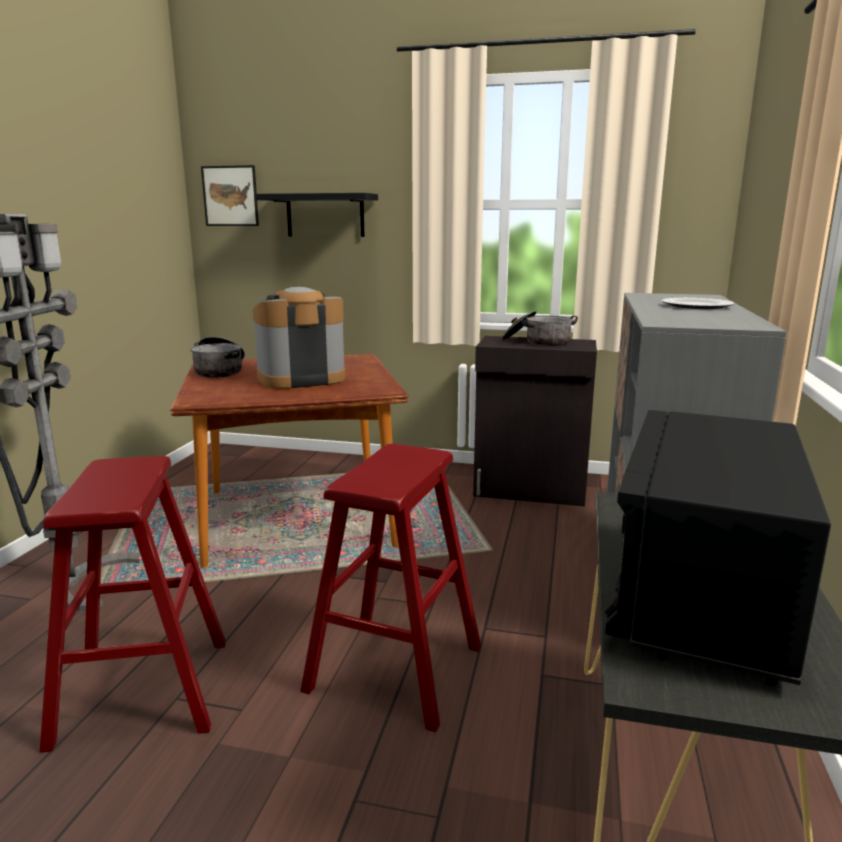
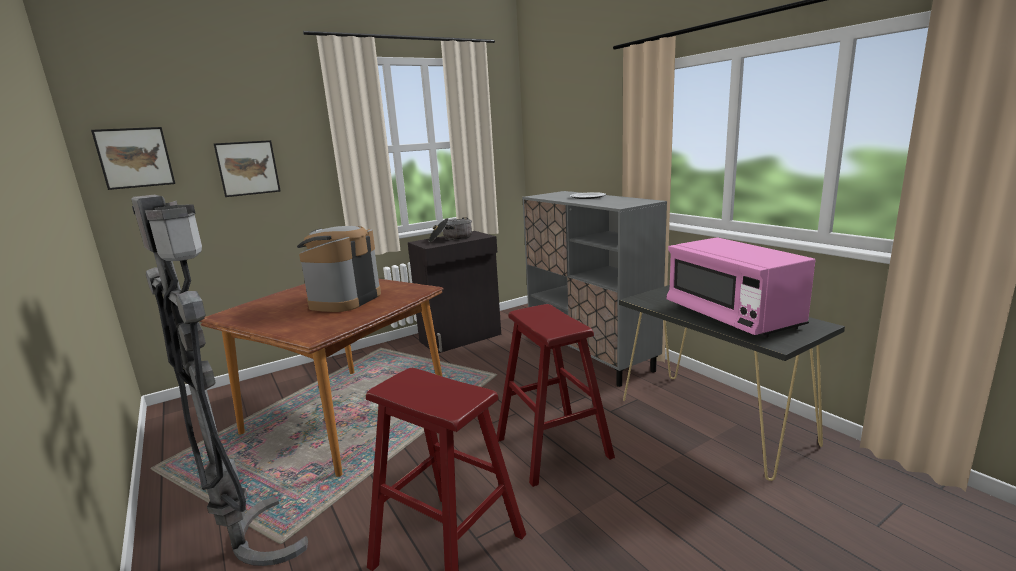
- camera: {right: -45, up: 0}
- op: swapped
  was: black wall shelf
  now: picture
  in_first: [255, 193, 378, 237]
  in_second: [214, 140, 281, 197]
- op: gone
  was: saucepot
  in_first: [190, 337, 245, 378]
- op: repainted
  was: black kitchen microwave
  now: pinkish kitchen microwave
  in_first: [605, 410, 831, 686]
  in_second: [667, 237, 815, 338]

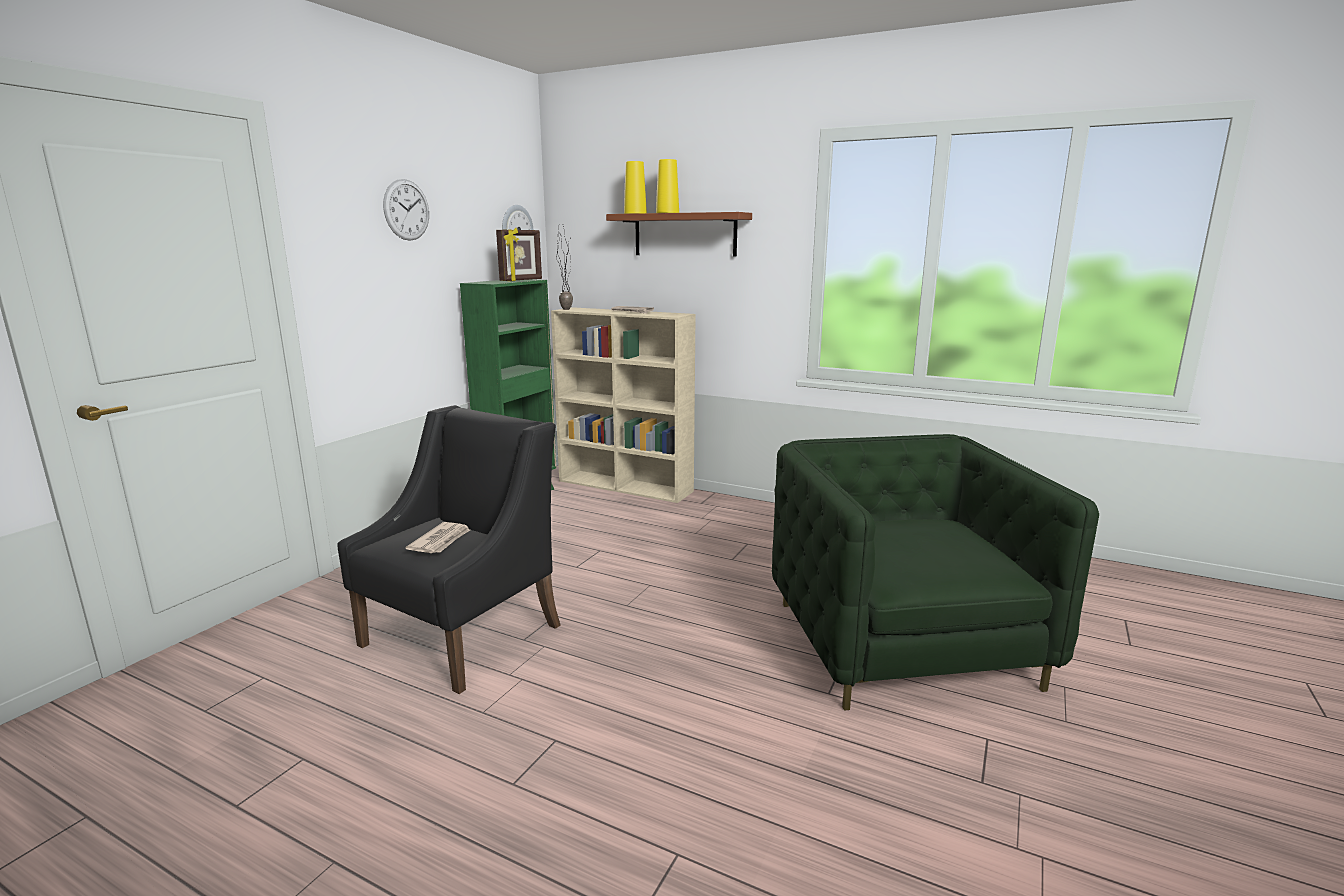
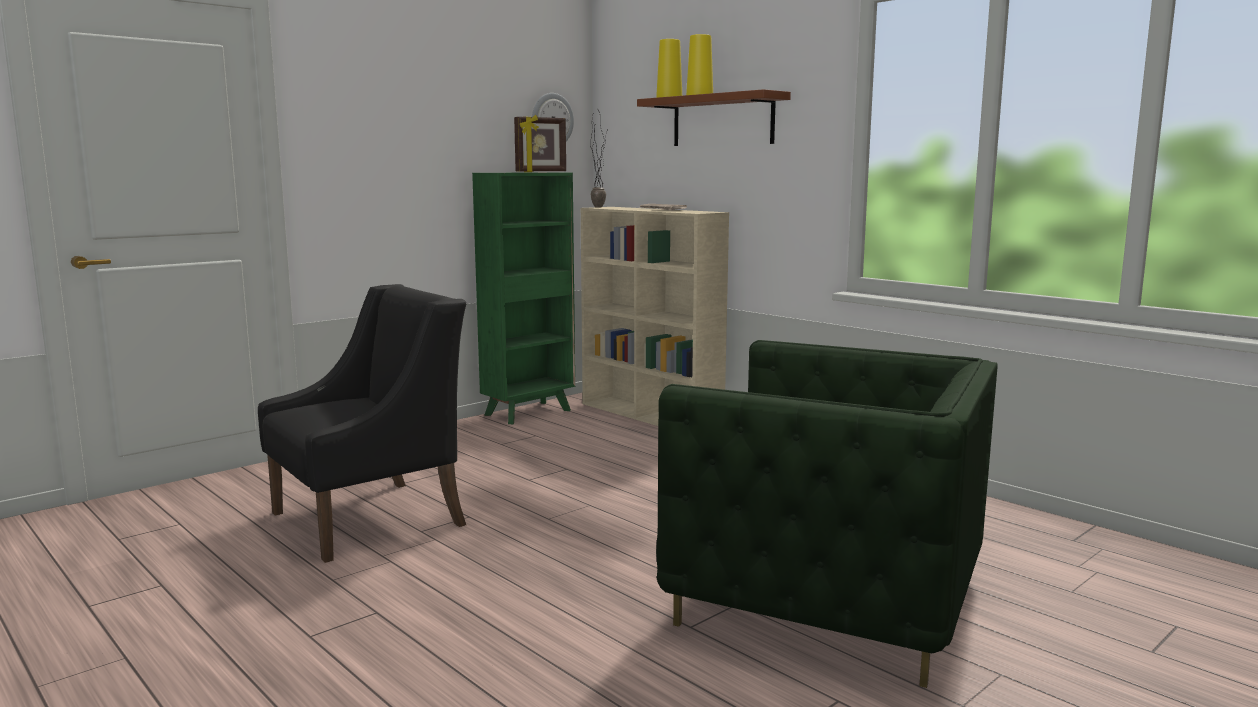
- camera: {right: 20, up: -5}
- op: gone
  was: wall clock
  in_first: [383, 179, 429, 241]
- op: rotated
  was: greenish lounge chair
  in_first: [772, 434, 1099, 711]
  in_second: [656, 340, 998, 688]
  clockwise: 105
- op: gone
  was: printed paper
  in_first: [406, 522, 470, 553]

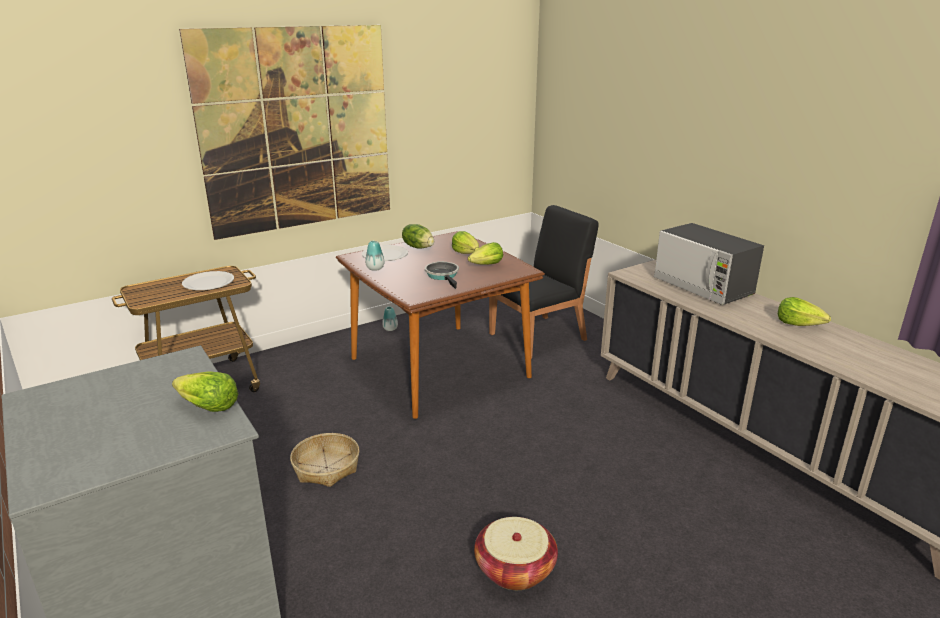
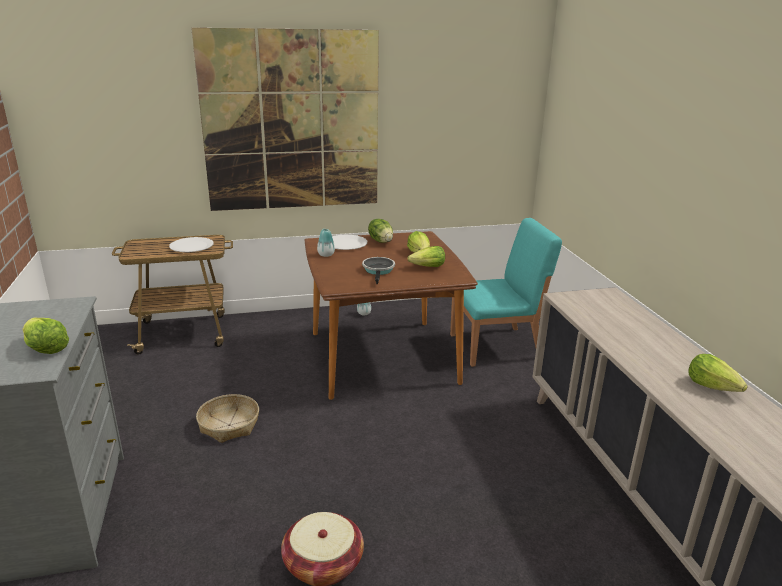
- camera: {right: 20, up: 0}
- op: repainted
  was: black chair
  now: turquoise chair
  in_first: [489, 205, 599, 359]
  in_second: [450, 218, 562, 367]
- op: gone
  was: kitchen microwave
  in_first: [654, 223, 764, 305]

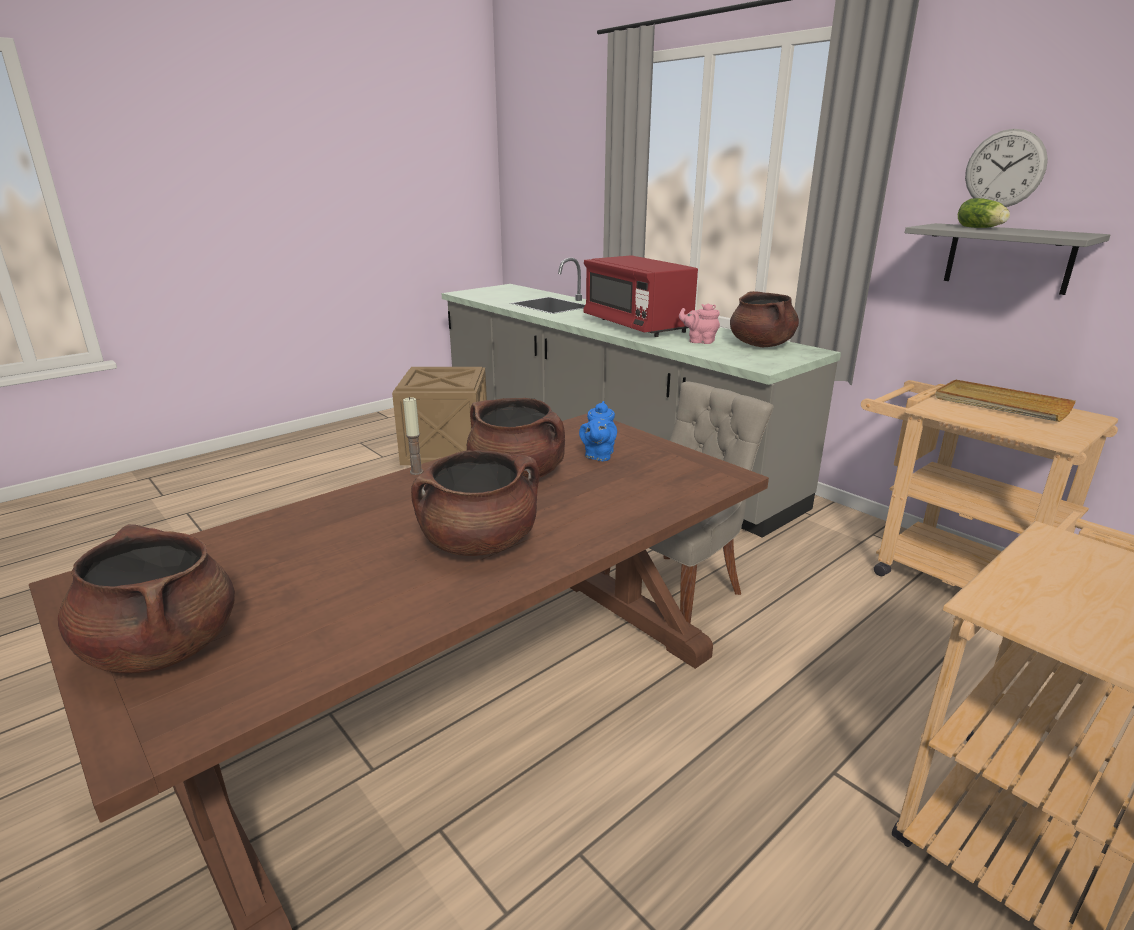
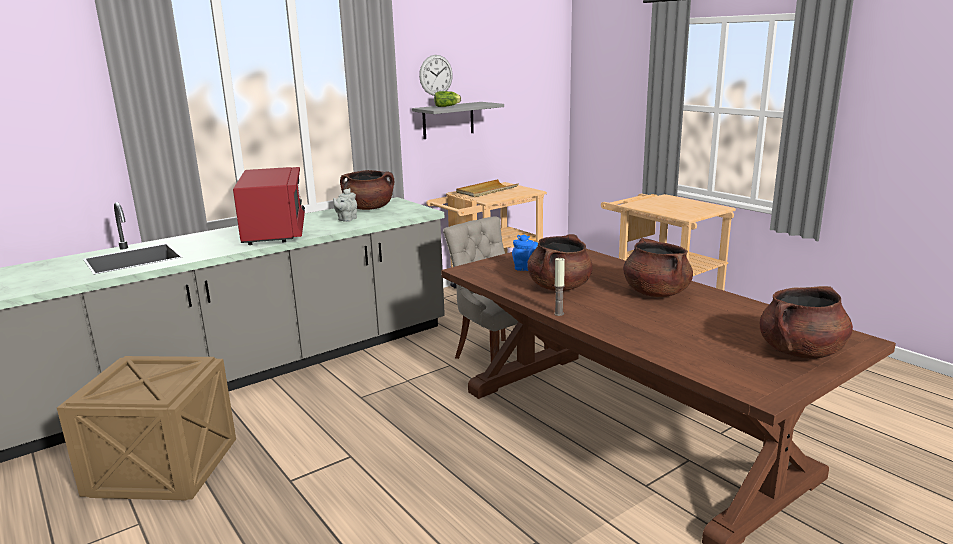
- camera: {right: -85, up: -5}
- op: rotated
  was: reddish kitchen microwave
  in_first: [583, 255, 698, 337]
  in_second: [233, 167, 305, 245]
  clockwise: -75
- op: repainted
  was: pinkish pot for tea
  now: greyish pot for tea
  in_first: [679, 303, 720, 344]
  in_second: [333, 188, 357, 222]

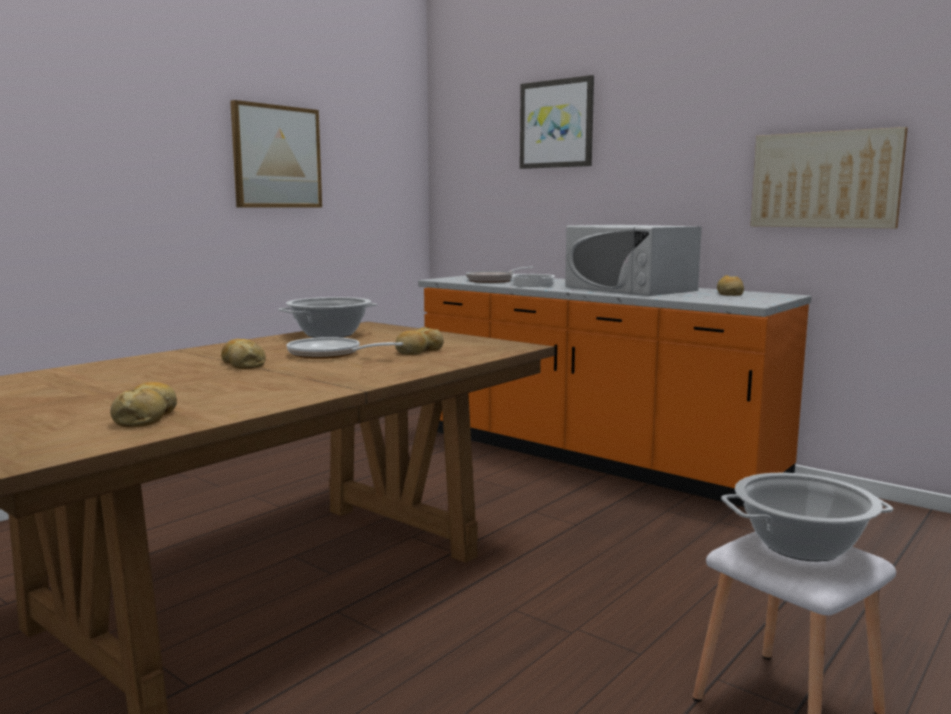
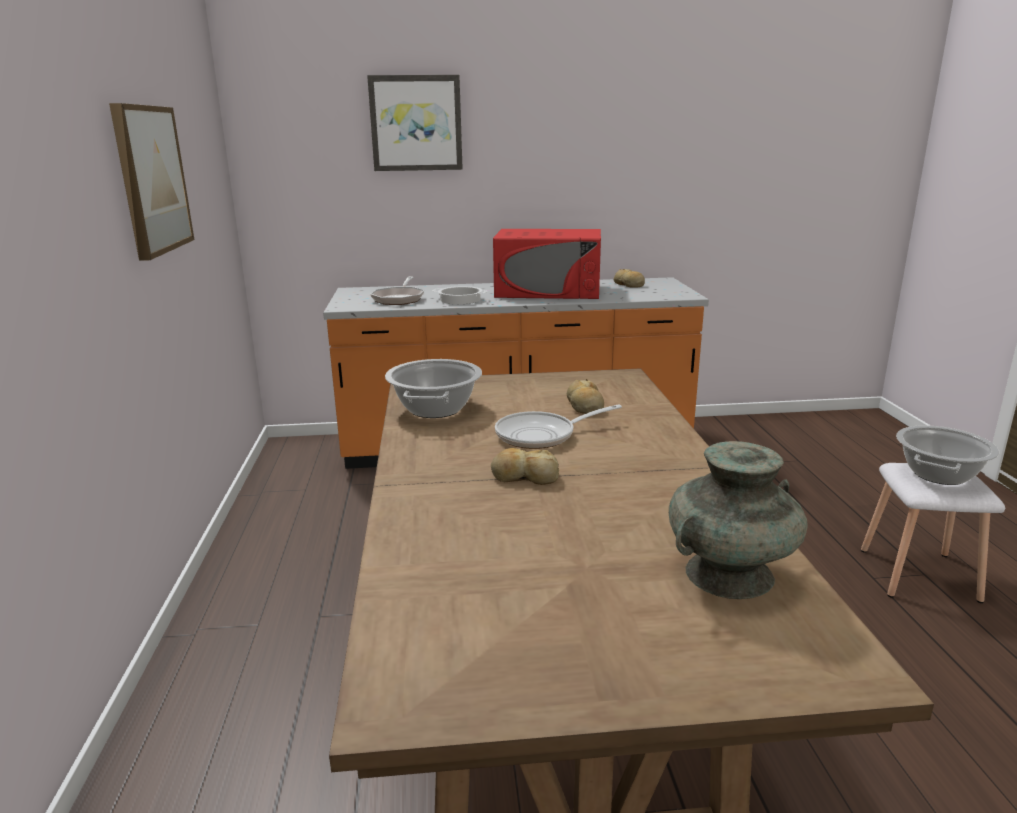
- camera: {right: -45, up: 10}
- op: gone
  was: picture
  in_first: [750, 127, 908, 228]
- op: repainted
  was: white-coloured kitchen microwave
  now: reddish kitchen microwave
  in_first: [565, 225, 702, 296]
  in_second: [493, 229, 601, 299]
- op: swapped
  was: bread
  now: turquoise flower vase
  in_first: [110, 382, 177, 427]
  in_second: [669, 441, 808, 599]

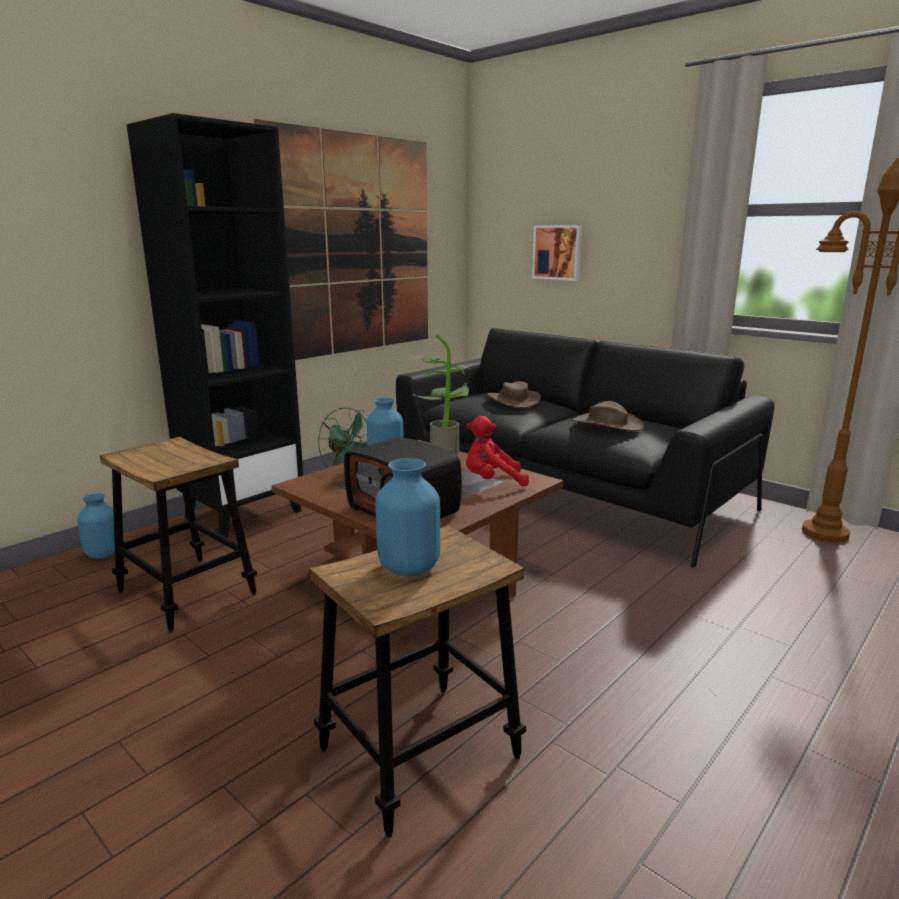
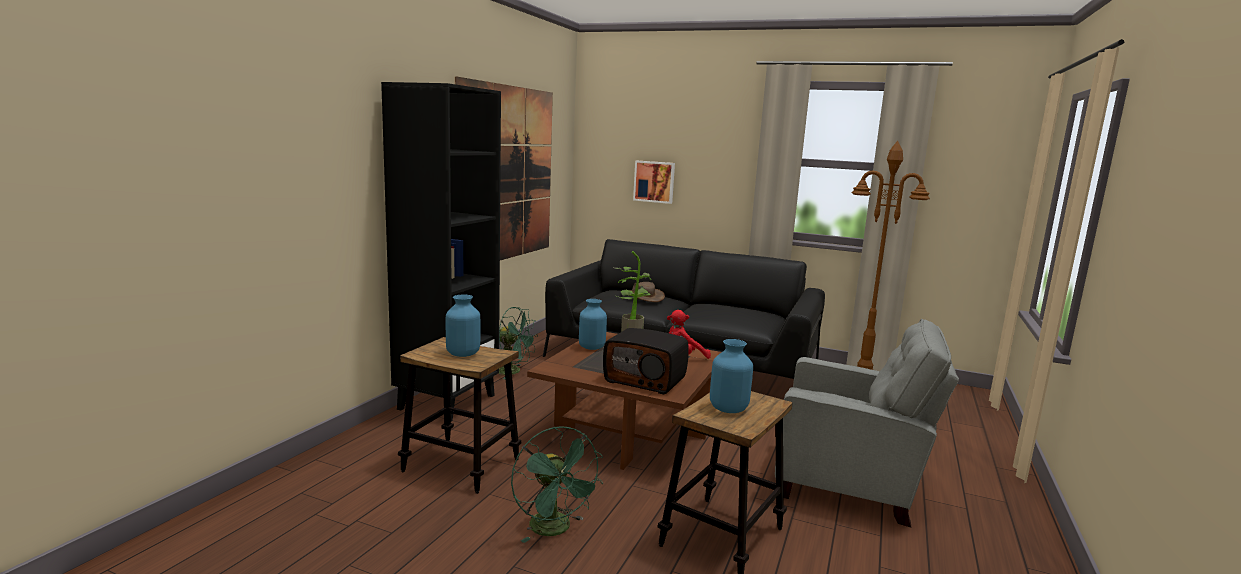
- camera: {right: -20, up: -5}
- op: gone
  was: brown clothing hat
  in_first: [572, 401, 644, 431]
- op: shifted
  was: blue flower vase
  in_first: [77, 493, 115, 559]
  in_second: [446, 294, 480, 357]
- op: new
  now: greyish lounge chair
  in_second: [775, 319, 959, 528]
- op: new
  now: greenish cooling fan
  in_second: [511, 426, 603, 543]

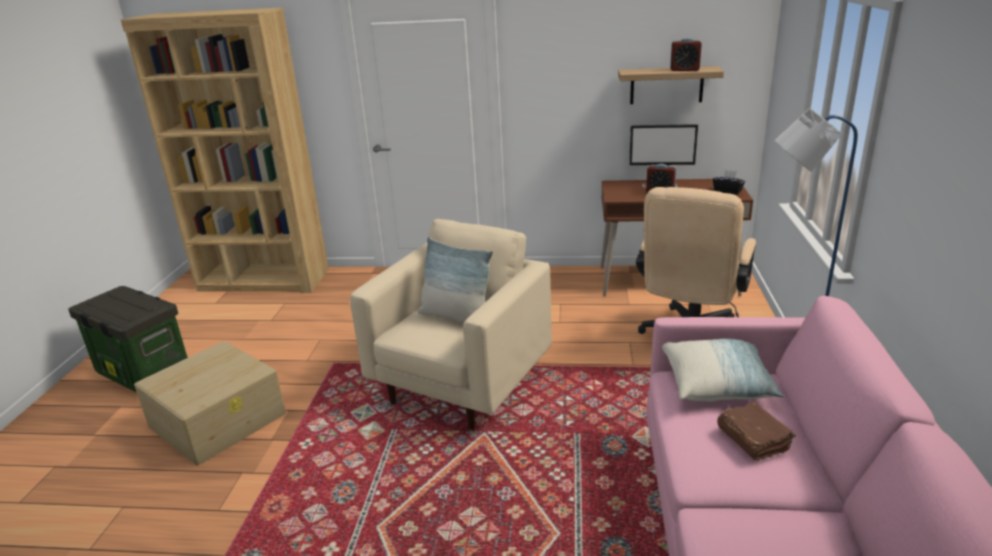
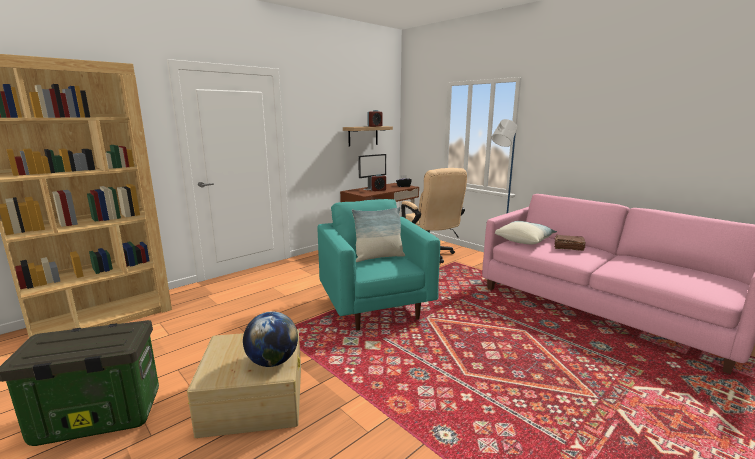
- camera: {right: -50, up: -10}
- op: repainted
  was: beige-coloured lounge chair
  now: turquoise lounge chair
  in_first: [350, 219, 552, 430]
  in_second: [317, 199, 440, 331]
- op: new
  now: desk globe
  in_second: [243, 311, 298, 367]

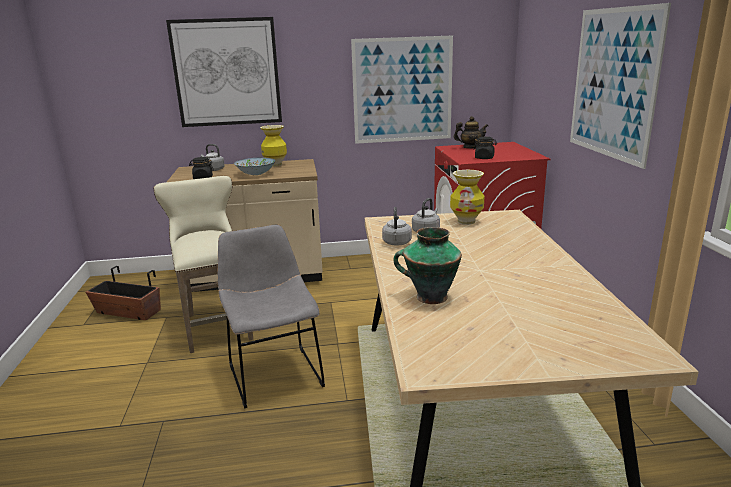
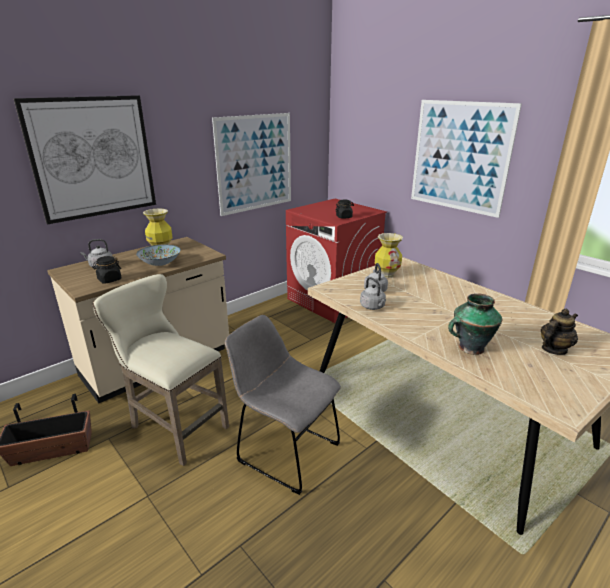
- camera: {right: -35, up: 5}
- op: shifted
  was: pot for tea
  in_first: [454, 116, 488, 148]
  in_second: [541, 309, 578, 355]

